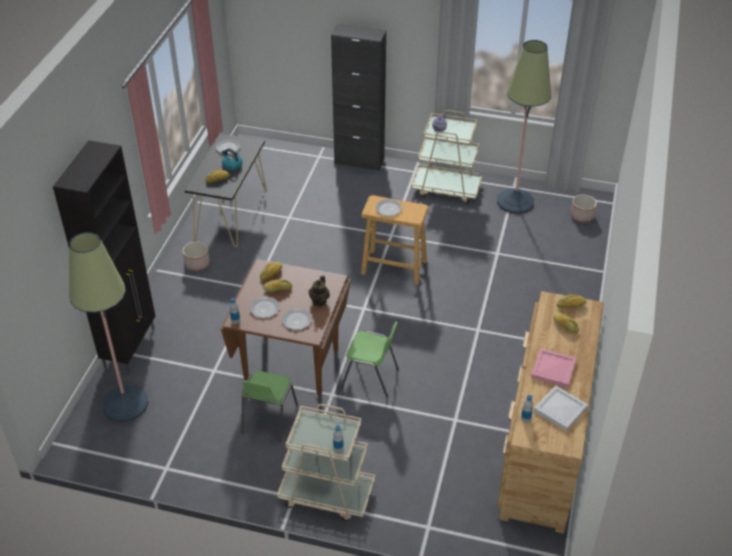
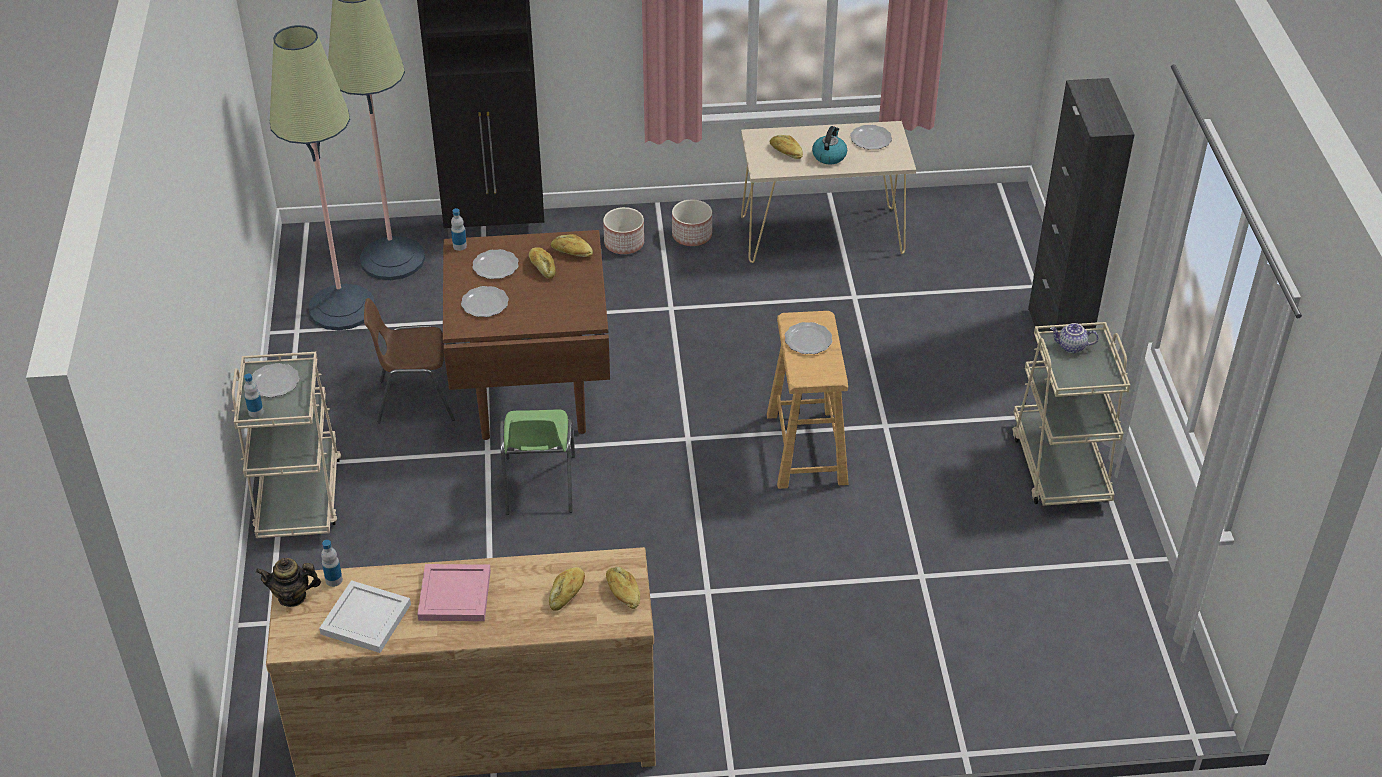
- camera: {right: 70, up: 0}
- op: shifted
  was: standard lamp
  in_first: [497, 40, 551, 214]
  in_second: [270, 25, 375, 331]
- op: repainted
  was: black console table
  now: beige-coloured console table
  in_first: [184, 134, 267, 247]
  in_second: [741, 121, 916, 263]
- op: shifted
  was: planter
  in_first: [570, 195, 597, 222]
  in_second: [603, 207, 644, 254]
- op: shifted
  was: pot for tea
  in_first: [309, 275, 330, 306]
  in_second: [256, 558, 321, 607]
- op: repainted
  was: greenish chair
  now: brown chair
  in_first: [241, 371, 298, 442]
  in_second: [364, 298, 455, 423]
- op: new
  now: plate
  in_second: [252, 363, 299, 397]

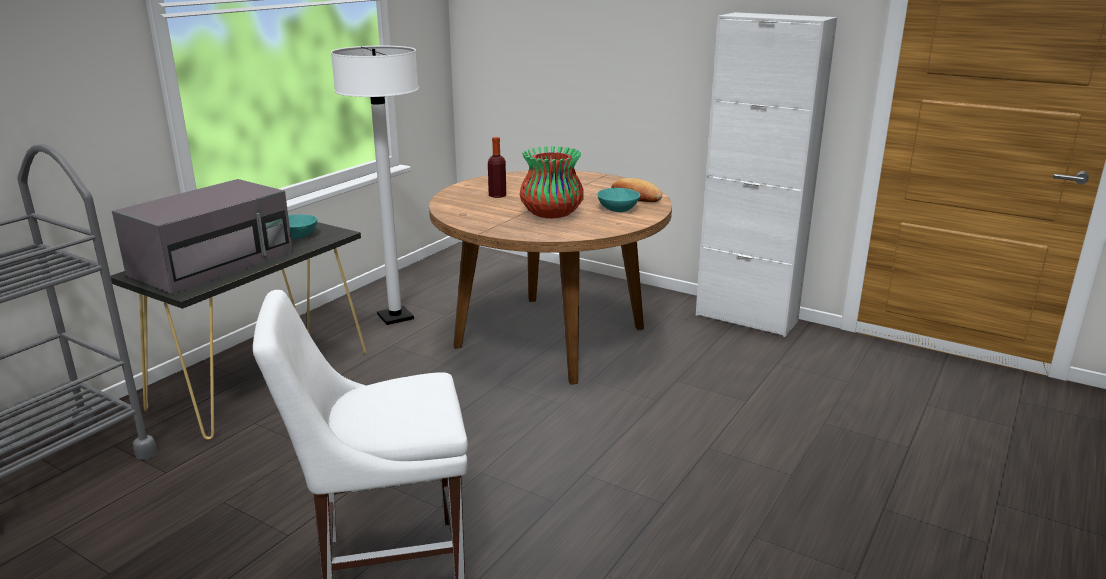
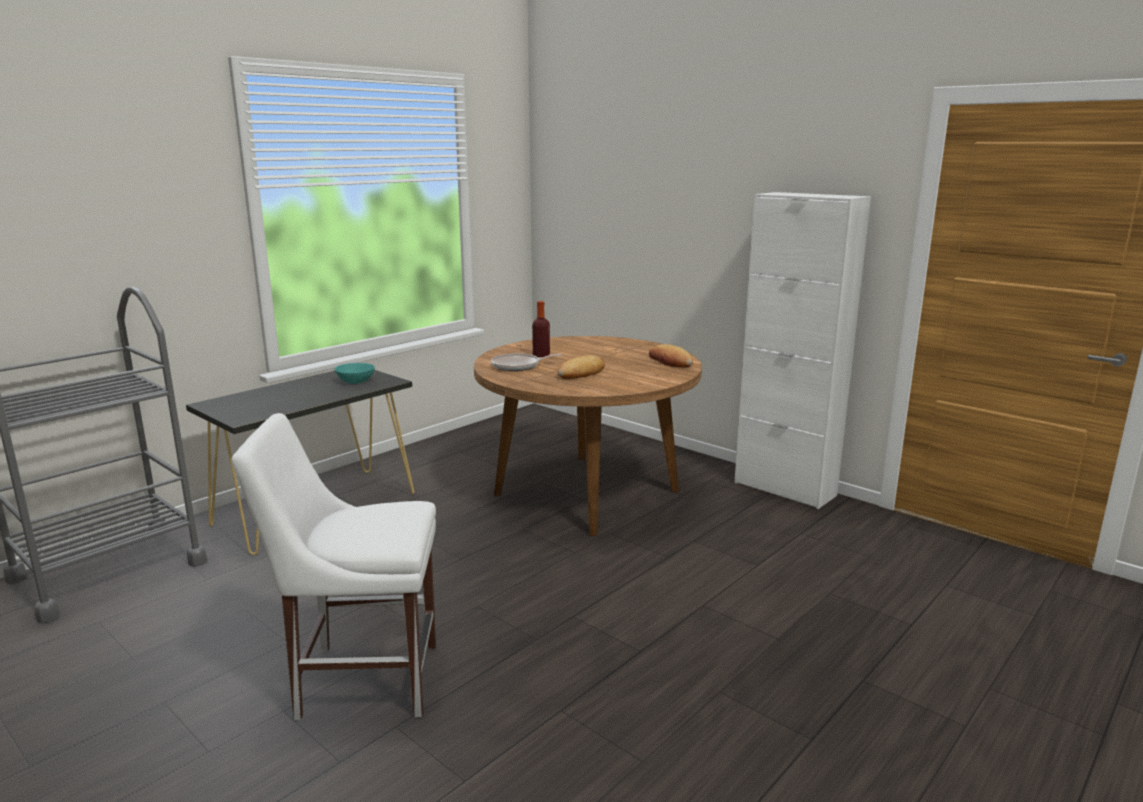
- camera: {right: 10, up: -5}
- op: gone
  was: white-coloured standard lamp
  in_first: [331, 46, 419, 325]
- op: swapped
  was: flower vase
  now: bread
  in_first: [520, 146, 584, 219]
  in_second: [557, 355, 605, 379]
- op: gone
  was: greyish kitchen microwave
  in_first: [112, 179, 293, 294]
- op: gone
  was: turquoise bowl
  in_first: [597, 188, 640, 212]
- op: new
  now: skillet
  in_second: [491, 353, 562, 371]

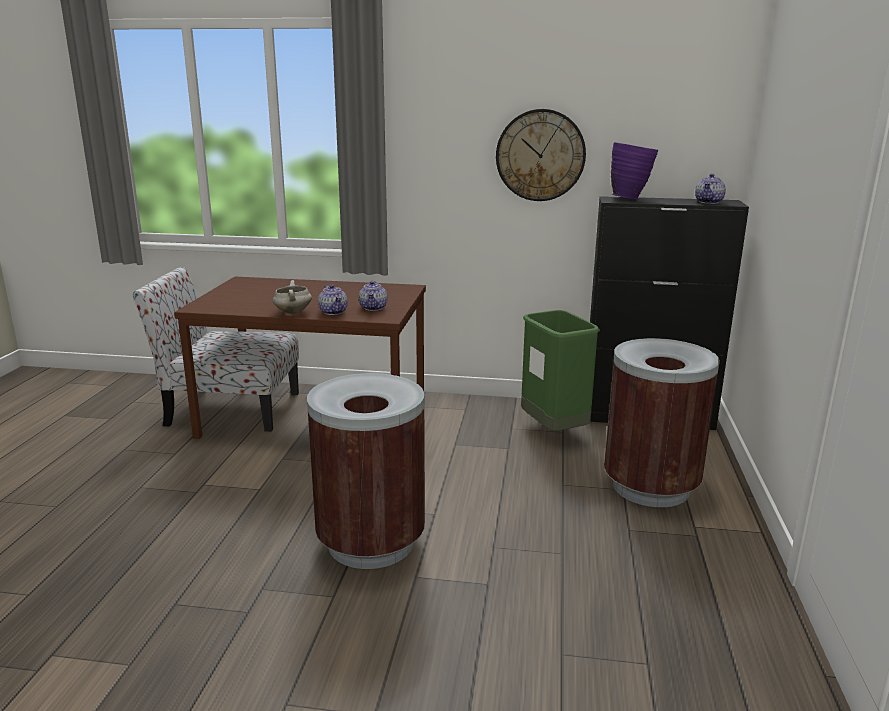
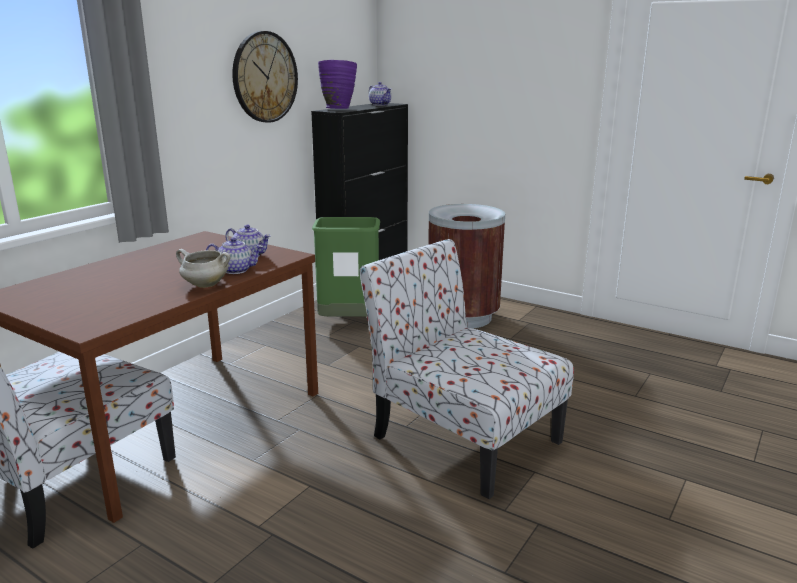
- camera: {right: -65, up: 0}
- op: swapped
  was: brown waste bin
  now: chair
  in_first: [307, 373, 425, 569]
  in_second: [359, 239, 574, 499]

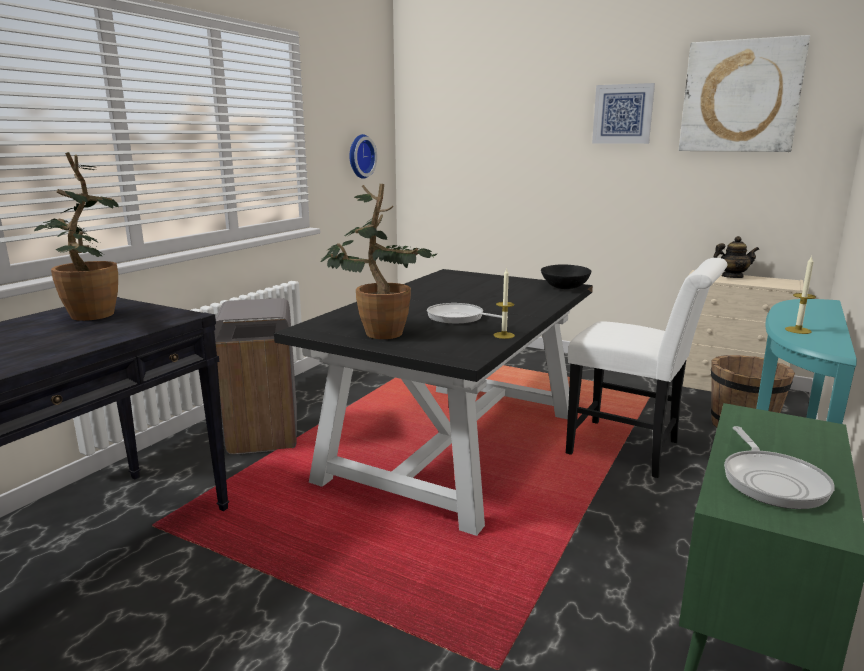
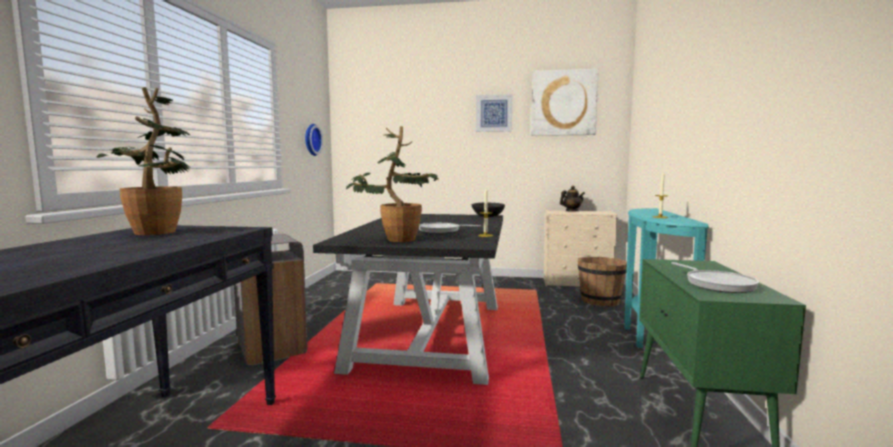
- camera: {right: -20, up: -10}
- op: gone
  was: white-coloured chair
  in_first: [566, 258, 728, 478]

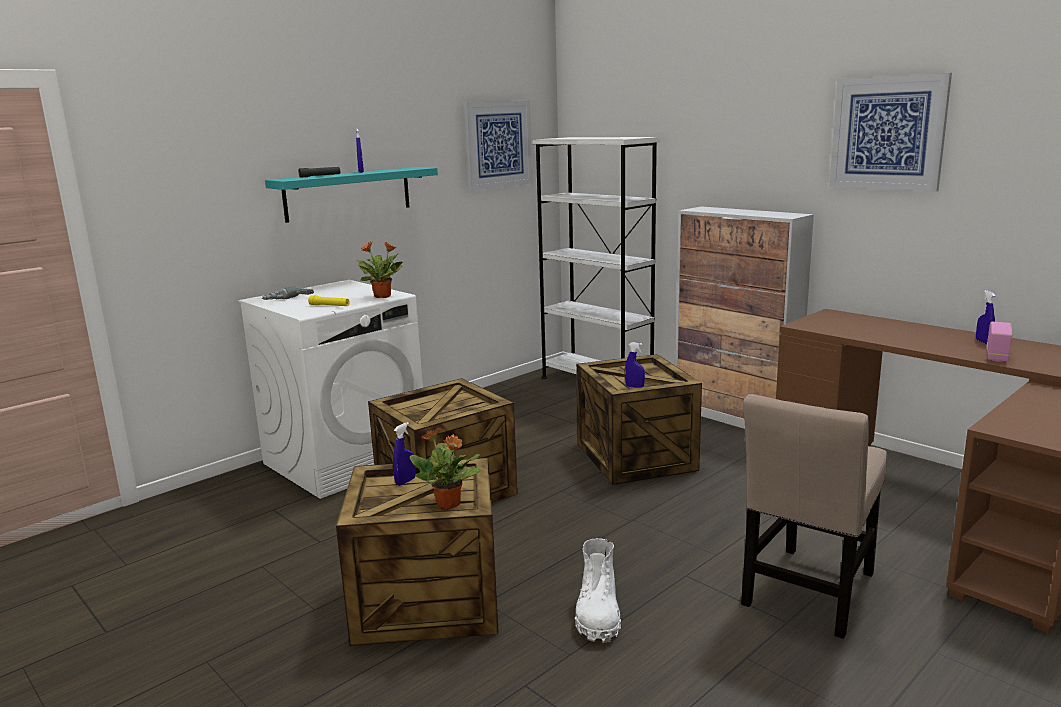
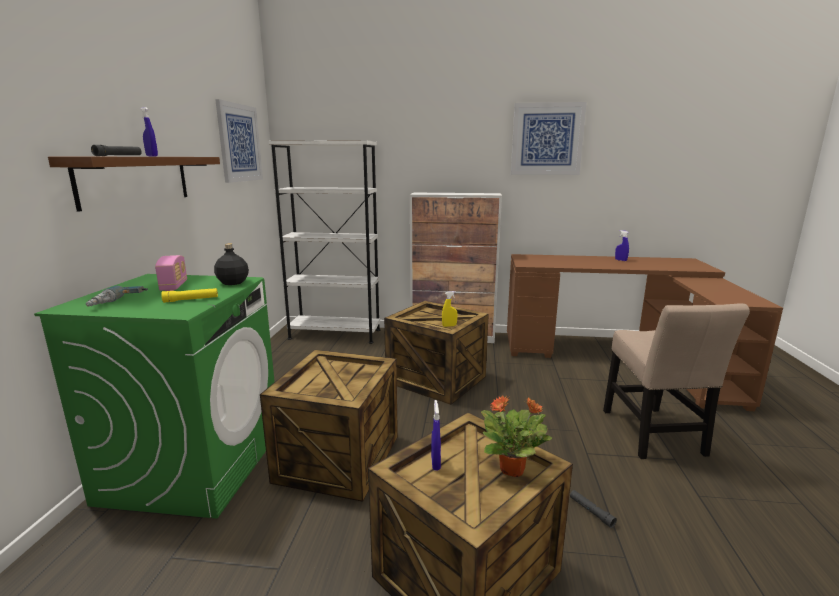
- camera: {right: -40, up: 0}
- op: repainted
  was: turquoise wall shelf
  now: brown wall shelf
  in_first: [265, 167, 438, 223]
  in_second: [48, 157, 220, 212]
- op: swapped
  was: potted plant
  now: black beverage bottle
  in_first: [356, 242, 403, 298]
  in_second: [214, 244, 249, 285]
- op: repainted
  was: white-coloured laundry appliance
  now: greenish laundry appliance
  in_first: [238, 280, 423, 499]
  in_second: [34, 274, 275, 518]
- op: shifted
  was: radio receiver
  in_first: [987, 322, 1012, 362]
  in_second: [155, 255, 187, 291]
- op: repainted
  was: blue hand sprayer
  now: yellow hand sprayer
  in_first: [625, 342, 645, 388]
  in_second: [442, 291, 458, 327]
- op: swapped
  was: white-coloured boot
  now: black hand torch
  in_first: [575, 538, 621, 643]
  in_second: [570, 490, 617, 528]

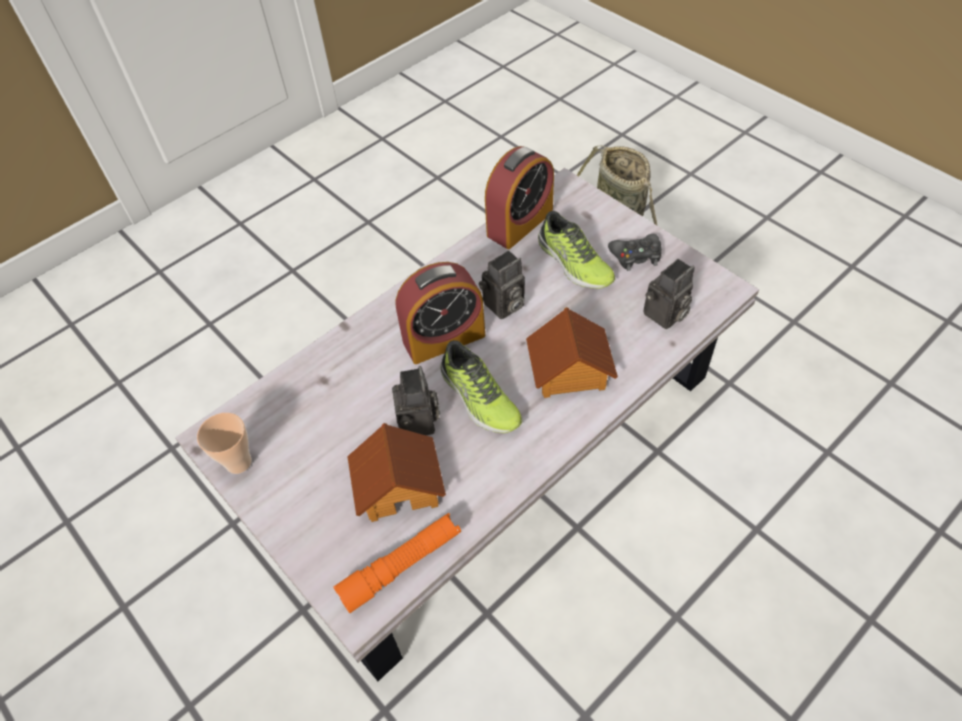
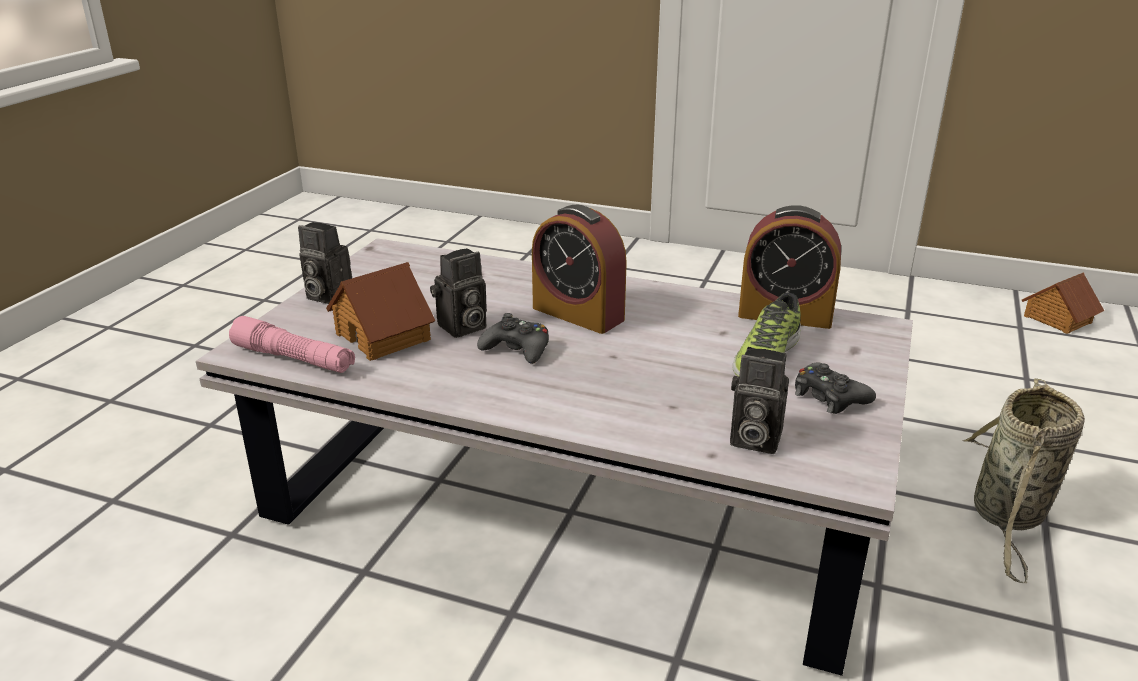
- camera: {right: 60, up: -25}
- op: shifted
  was: still camera
  in_first: [479, 250, 525, 319]
  in_second: [298, 222, 352, 304]
- op: shifted
  was: toy house
  in_first: [526, 307, 618, 398]
  in_second: [1022, 272, 1104, 334]
- op: swapped
  was: shoe
  now: black joypad
  in_first: [440, 340, 523, 433]
  in_second: [477, 313, 549, 364]
- op: gone
  was: drinking cup
  in_first: [197, 413, 252, 474]
- op: repainted
  was: orangey hand torch
  now: pinkish hand torch
  in_first: [333, 513, 461, 613]
  in_second: [229, 316, 355, 373]

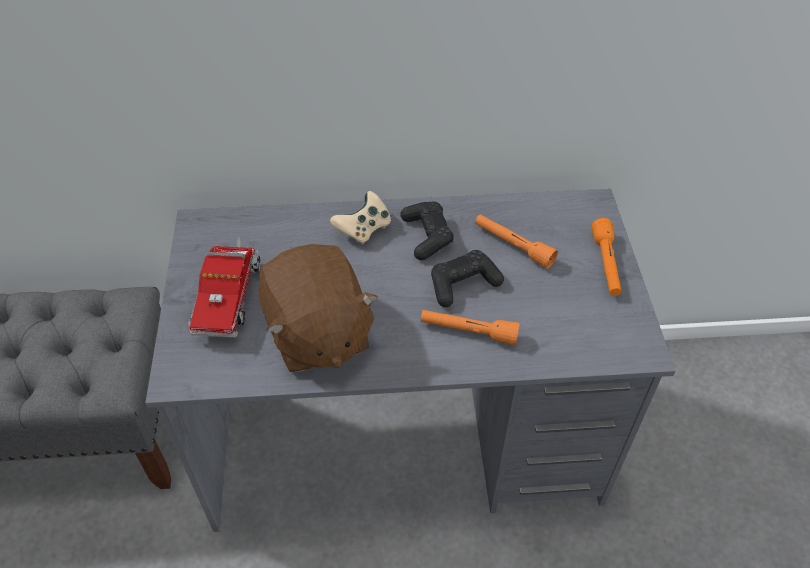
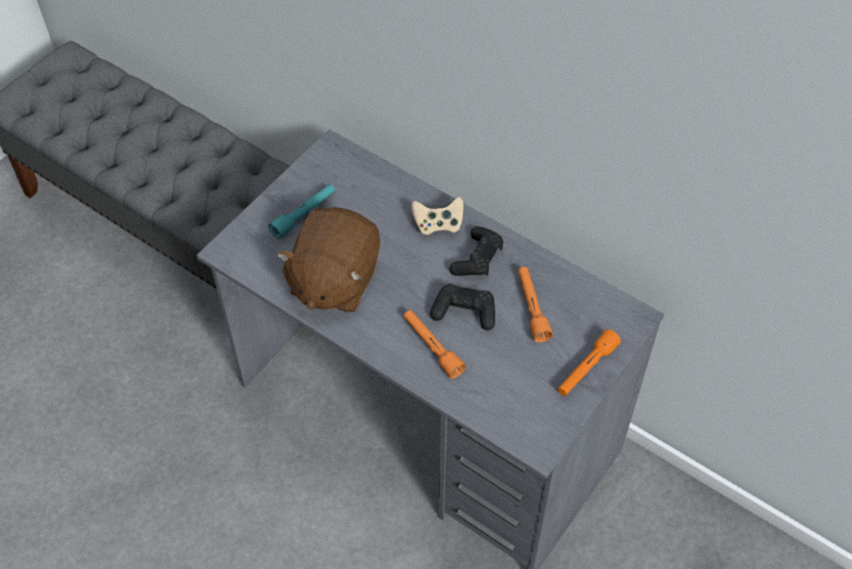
- camera: {right: 40, up: 5}
- op: swapped
  was: toy truck
  now: turquoise hand torch
  in_first: [188, 237, 260, 337]
  in_second: [268, 184, 335, 239]

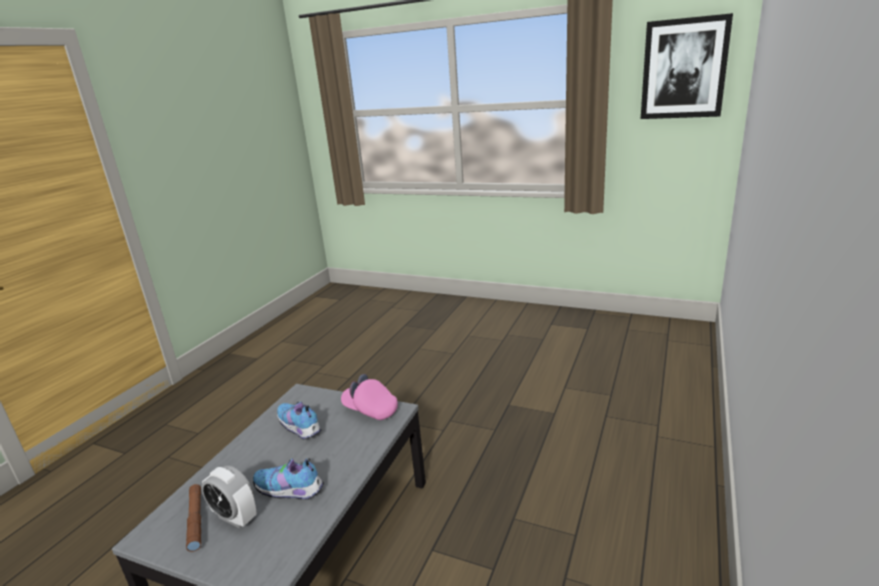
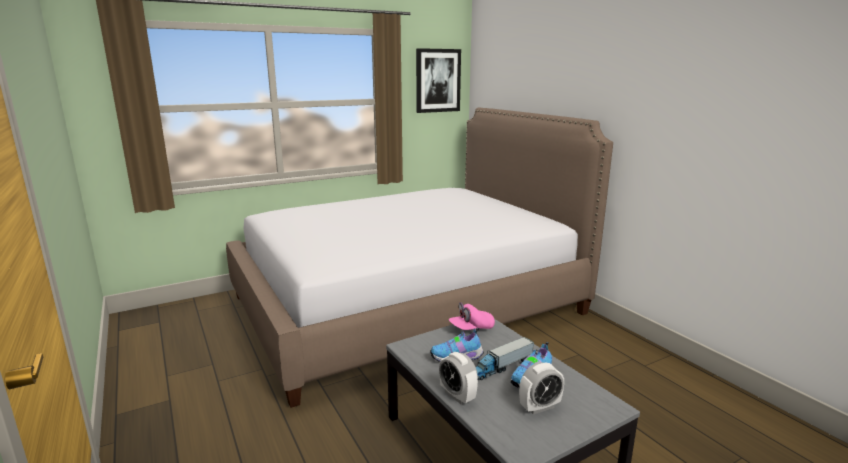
- camera: {right: -55, up: -5}
- op: gone
  was: brown hand torch
  in_first: [186, 484, 201, 552]
- op: new
  now: sleeping bed
  in_second: [226, 107, 613, 408]
- op: new
  now: toy truck
  in_second: [476, 337, 534, 380]
- op: new
  now: alarm clock
  in_second: [439, 352, 478, 405]

